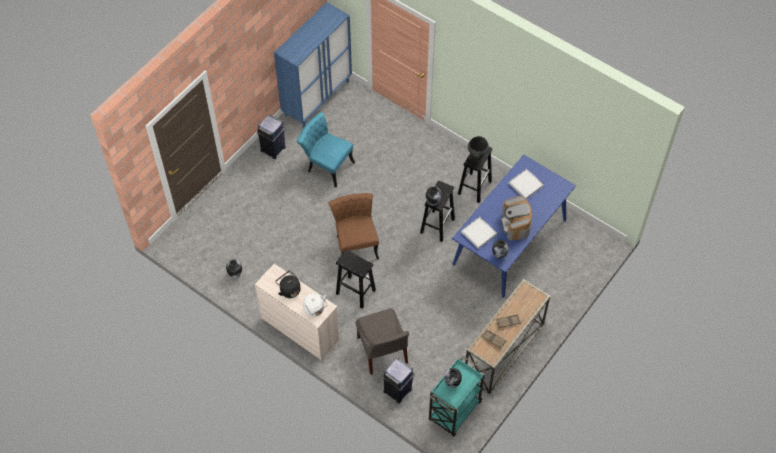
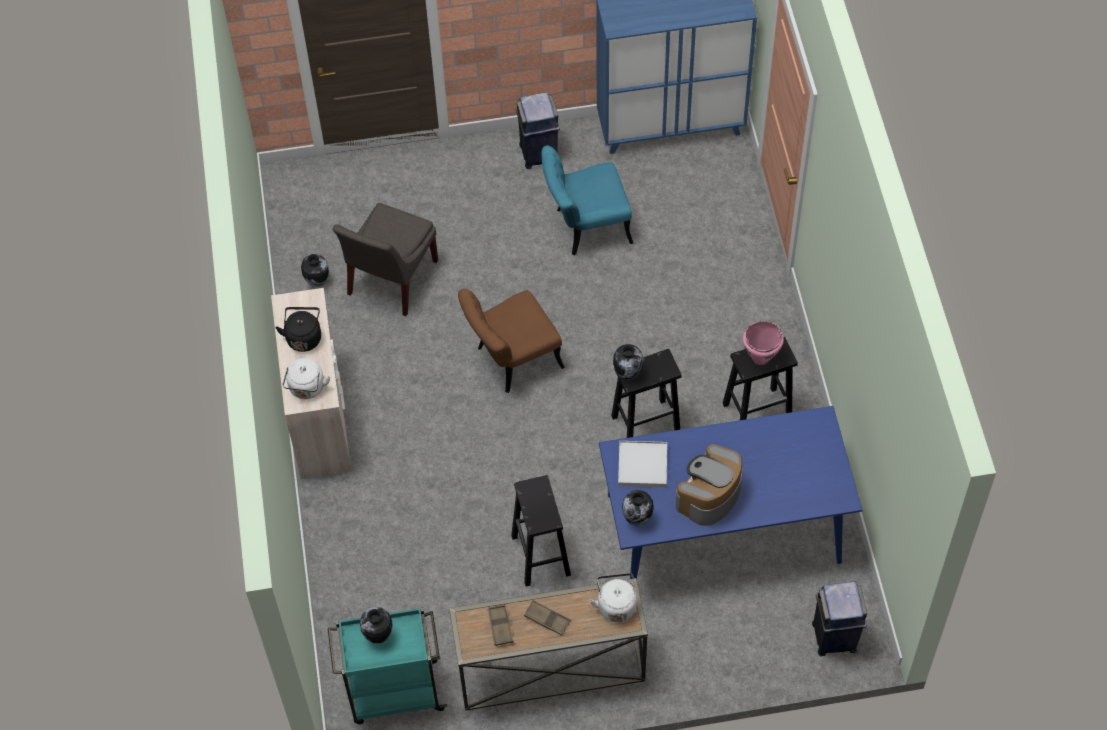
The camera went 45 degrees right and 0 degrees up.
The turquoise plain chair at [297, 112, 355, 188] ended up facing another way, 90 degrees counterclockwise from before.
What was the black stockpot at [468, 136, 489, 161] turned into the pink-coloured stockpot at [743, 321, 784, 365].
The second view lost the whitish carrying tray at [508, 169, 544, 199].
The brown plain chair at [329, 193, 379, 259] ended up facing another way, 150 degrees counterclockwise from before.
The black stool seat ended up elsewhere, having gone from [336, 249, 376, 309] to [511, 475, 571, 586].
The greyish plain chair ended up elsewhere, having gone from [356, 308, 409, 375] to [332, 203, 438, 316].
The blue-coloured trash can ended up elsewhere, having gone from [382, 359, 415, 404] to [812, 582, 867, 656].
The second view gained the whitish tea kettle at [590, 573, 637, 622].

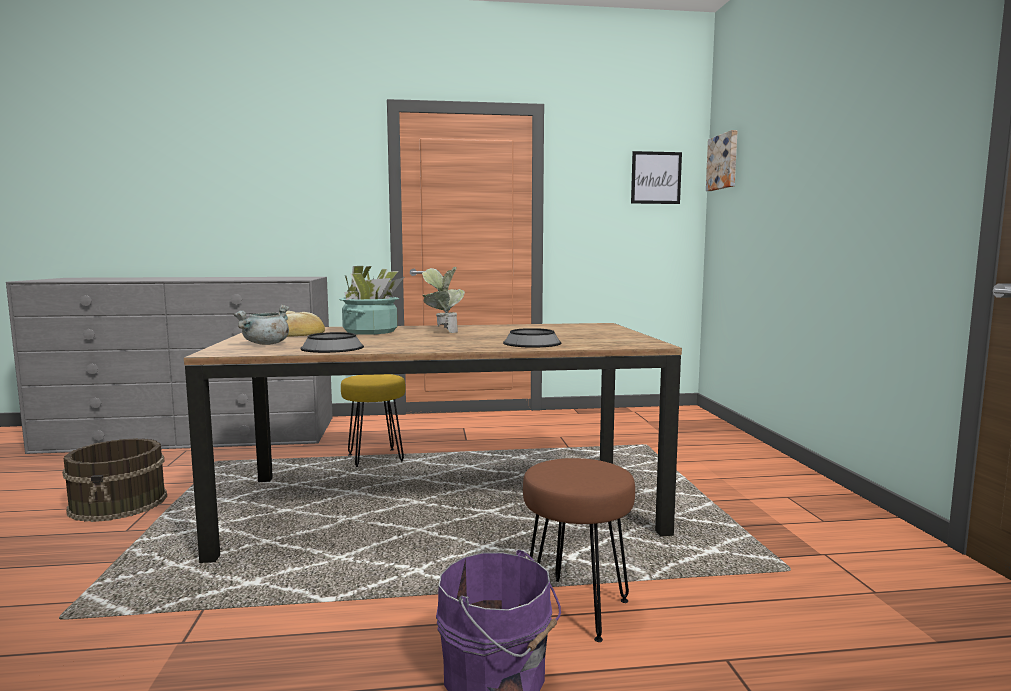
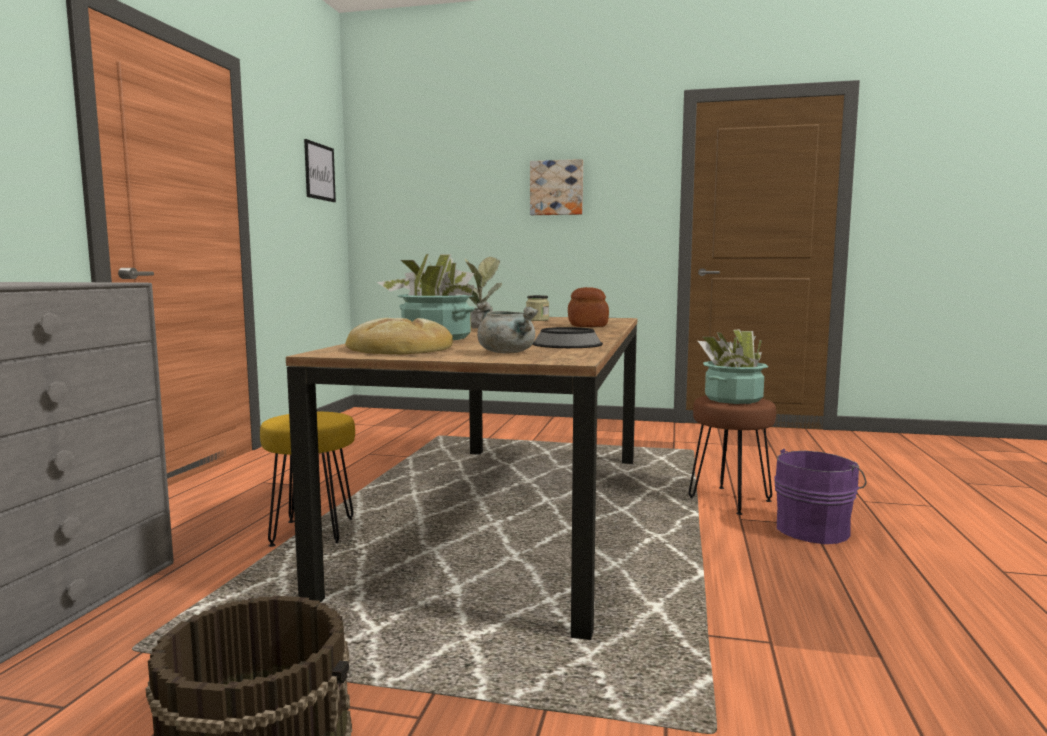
The camera went 70 degrees left and 0 degrees up.
The wall art ended up elsewhere, having gone from [706, 130, 738, 191] to [530, 159, 583, 215].
Where the bowl stood at [503, 328, 561, 348], the baked bread came to stand at [568, 287, 609, 327].
The second view gained the preserve jar at [526, 295, 549, 321].
The second view gained the potted plant at [698, 329, 768, 404].

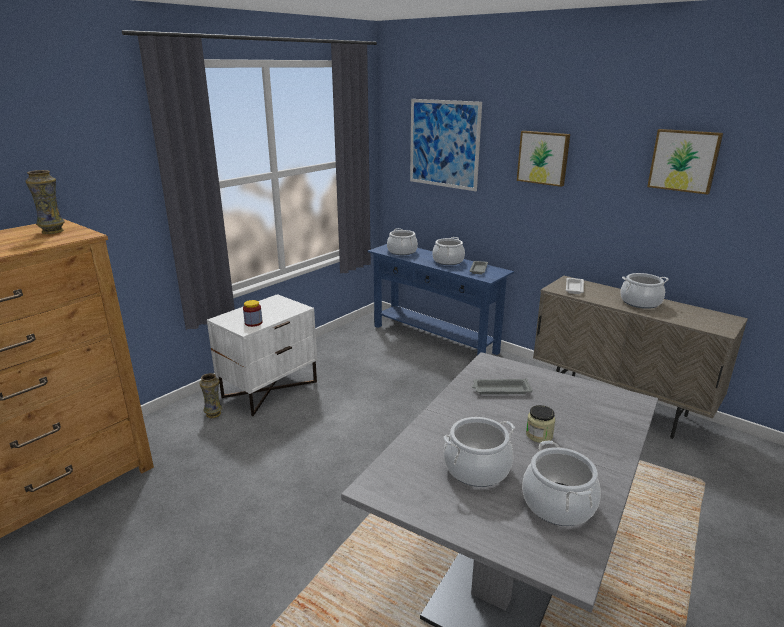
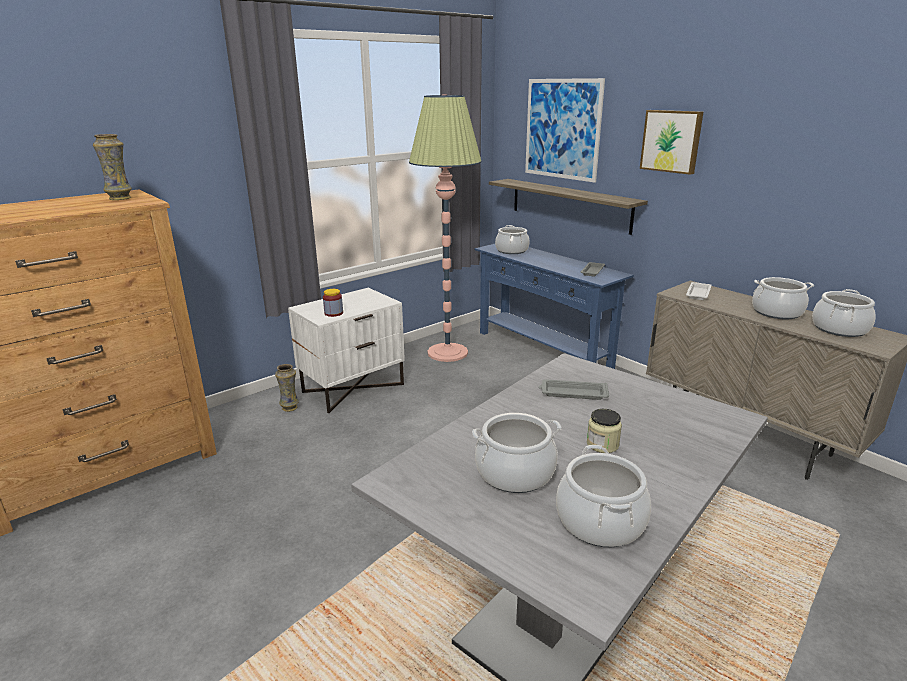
The camera went 10 degrees right and 0 degrees up.
The second view lost the wall art at [647, 129, 723, 195].
The stockpot ended up elsewhere, having gone from [432, 237, 465, 265] to [812, 289, 876, 337].
The second view gained the standard lamp at [409, 94, 482, 362].
The second view gained the wall shelf at [489, 179, 648, 235].

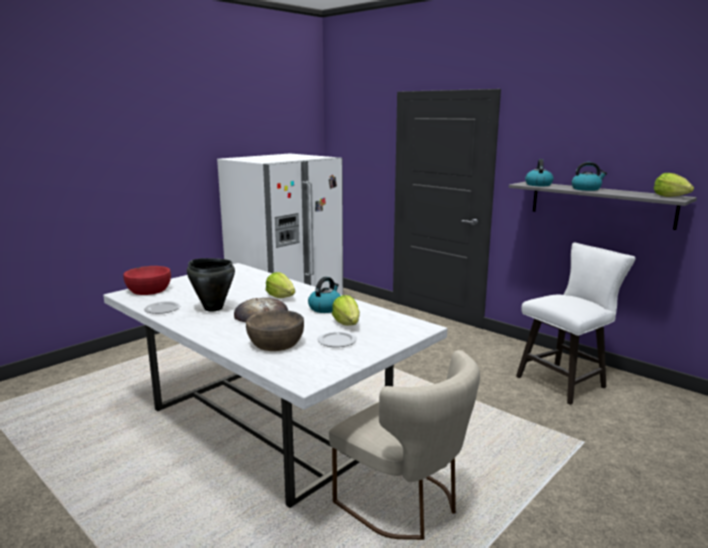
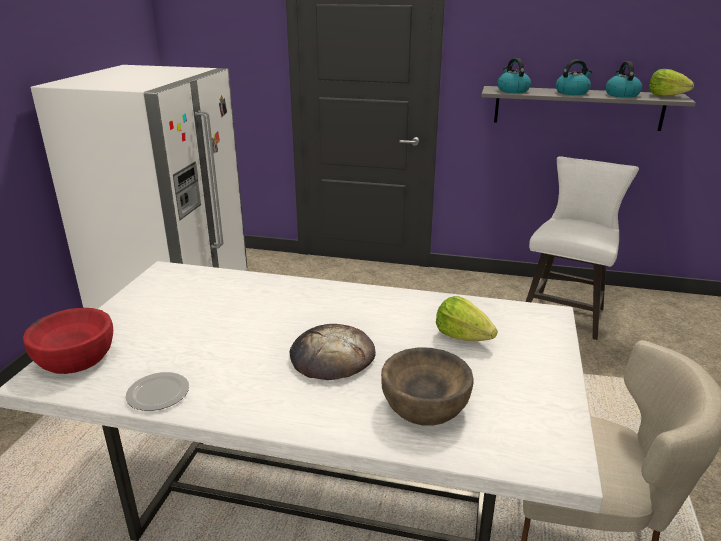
The camera went 30 degrees left and 10 degrees up.
The second view lost the black stockpot at [187, 258, 235, 312].
The second view lost the head of lettuce at [266, 272, 295, 298].
The tea kettle ended up elsewhere, having gone from [308, 277, 341, 313] to [606, 61, 642, 98].
The second view lost the flat dish at [317, 331, 357, 347].

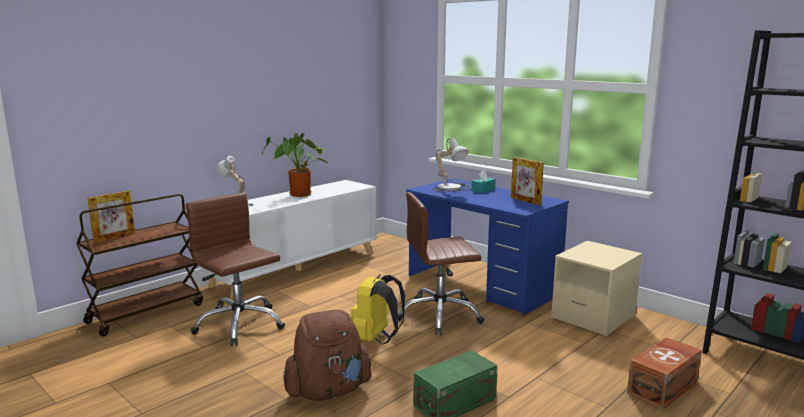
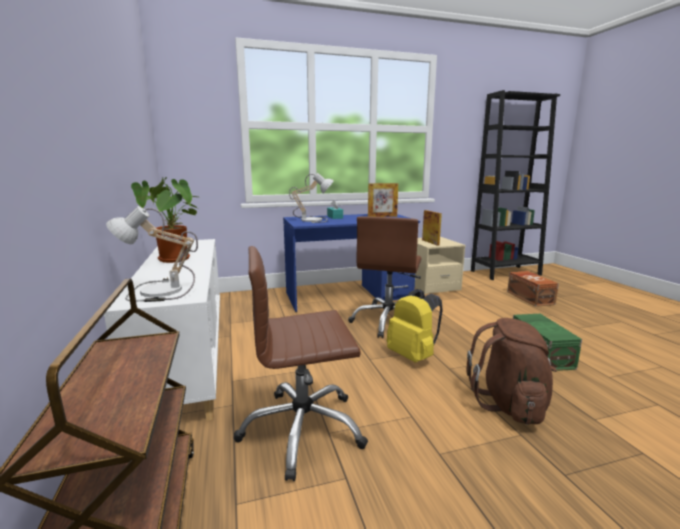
The camera went 60 degrees left and 0 degrees up.
The picture frame ended up elsewhere, having gone from [87, 190, 135, 243] to [422, 210, 442, 246].

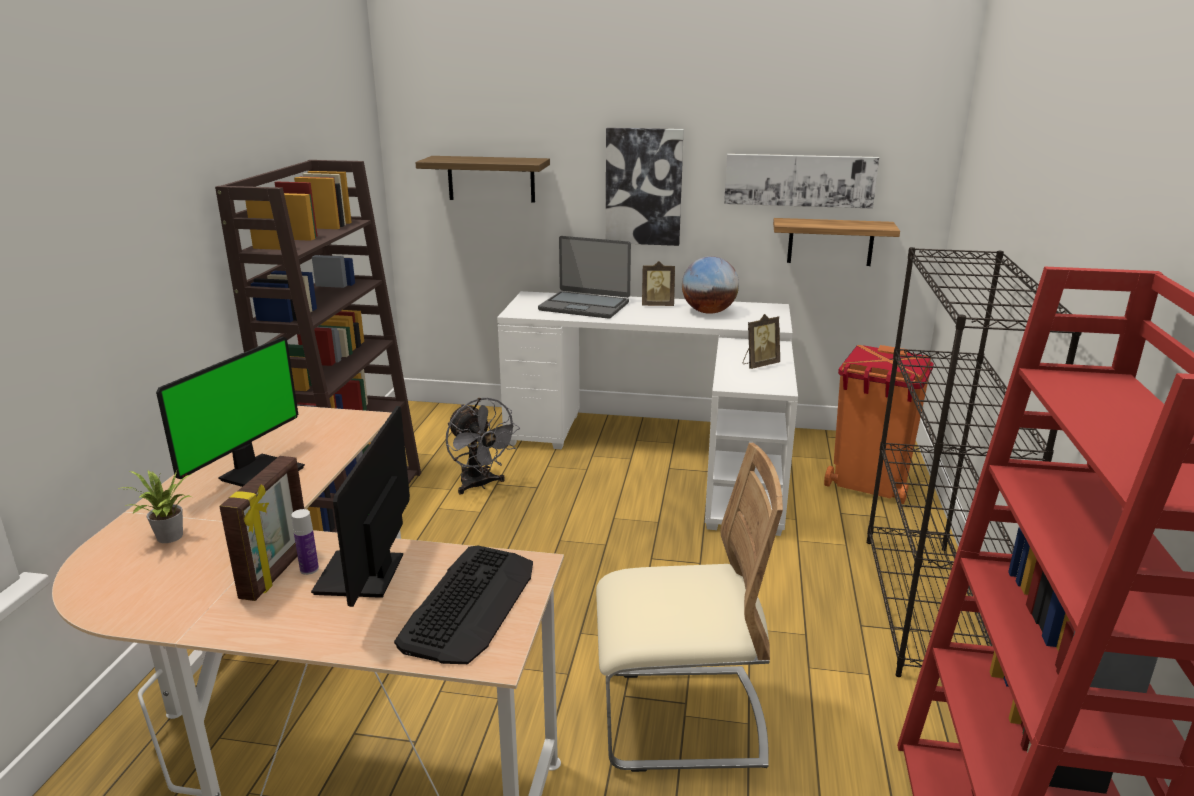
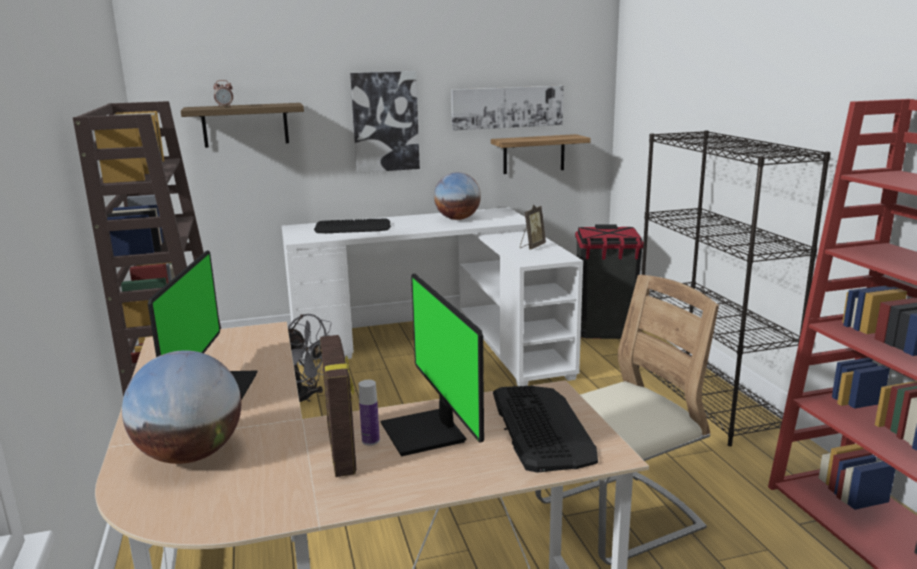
The camera went 25 degrees left and 5 degrees down.
Where the portable computer stood at [538, 236, 631, 319], the PC keyboard came to stand at [314, 219, 391, 233].
The second view lost the picture frame at [642, 261, 675, 306].
What was the orange-coloured trash can at [824, 345, 934, 504] turned into the black trash can at [575, 224, 643, 339].
Where the potted plant stood at [118, 470, 191, 543], the globe came to stand at [122, 350, 241, 464].
The second view gained the alarm clock at [213, 80, 233, 107].

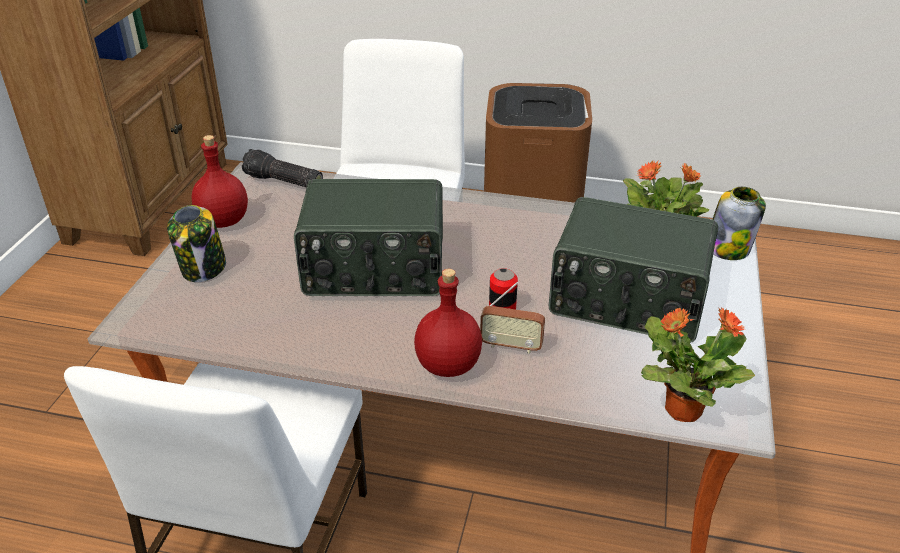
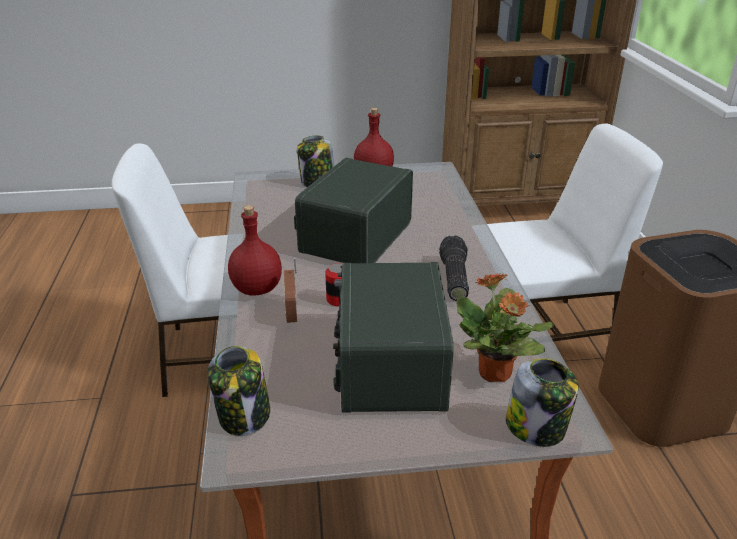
The camera went 70 degrees right and 5 degrees down.
The flashlight ended up elsewhere, having gone from [242, 149, 323, 187] to [439, 235, 469, 301].
The radio at [294, 179, 443, 296] ended up facing another way, 45 degrees clockwise from before.
Where the potted plant stood at [641, 307, 755, 422], the preserve jar came to stand at [208, 346, 270, 436].

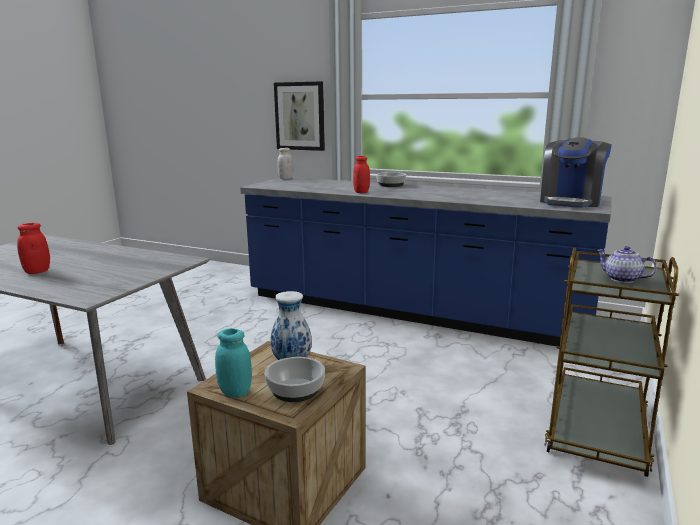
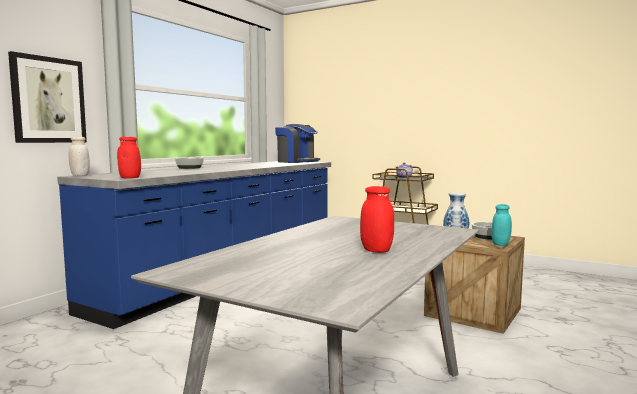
The camera went 85 degrees left and 10 degrees down.
The red-coloured preserve jar ended up elsewhere, having gone from [353, 156, 370, 193] to [117, 137, 141, 178].

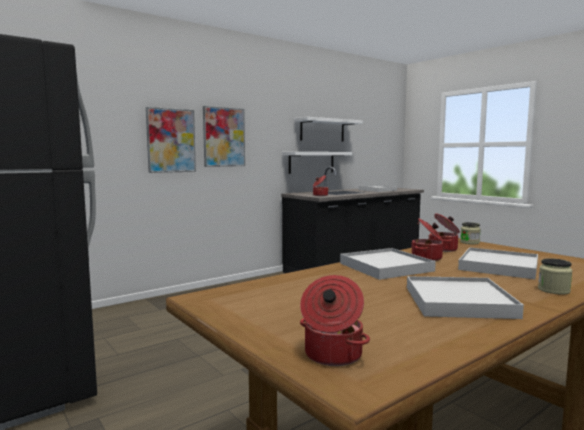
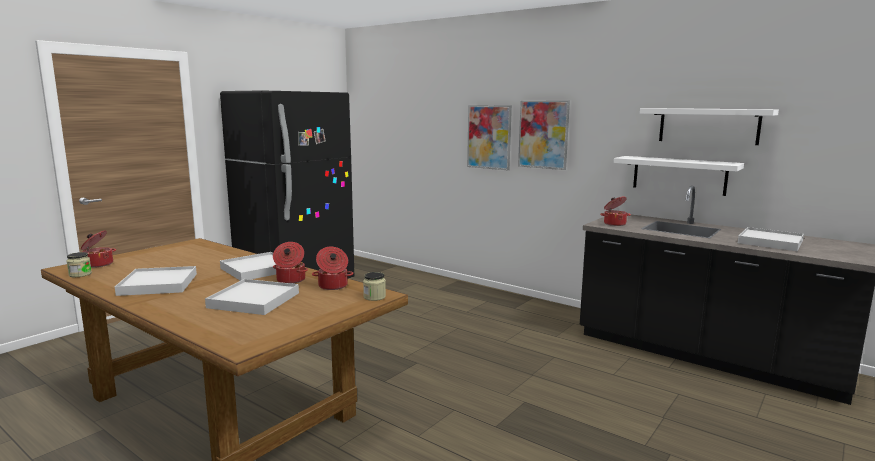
The camera went 75 degrees right and 5 degrees up.
The preserve jar ended up elsewhere, having gone from [538, 258, 572, 294] to [67, 252, 92, 277].

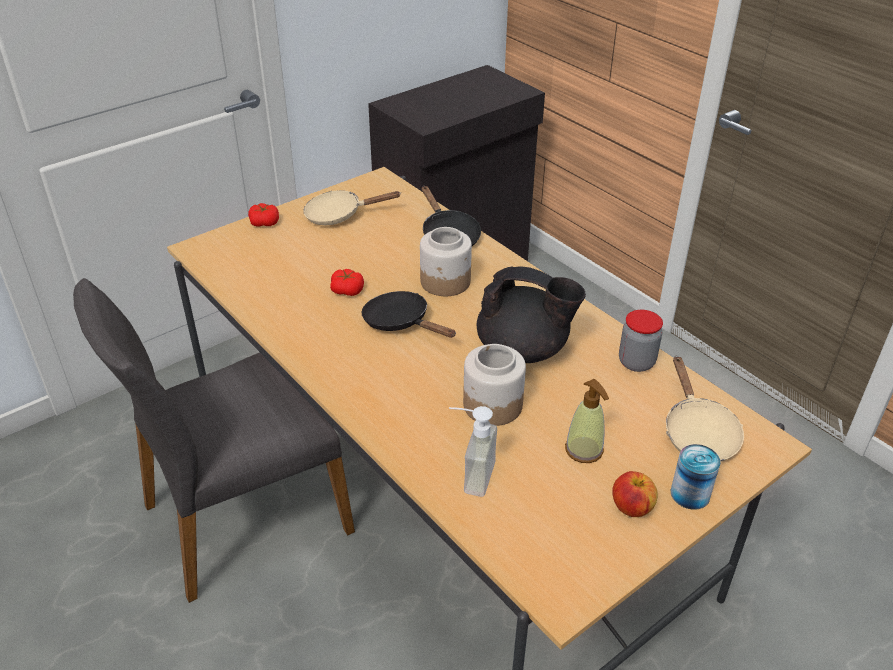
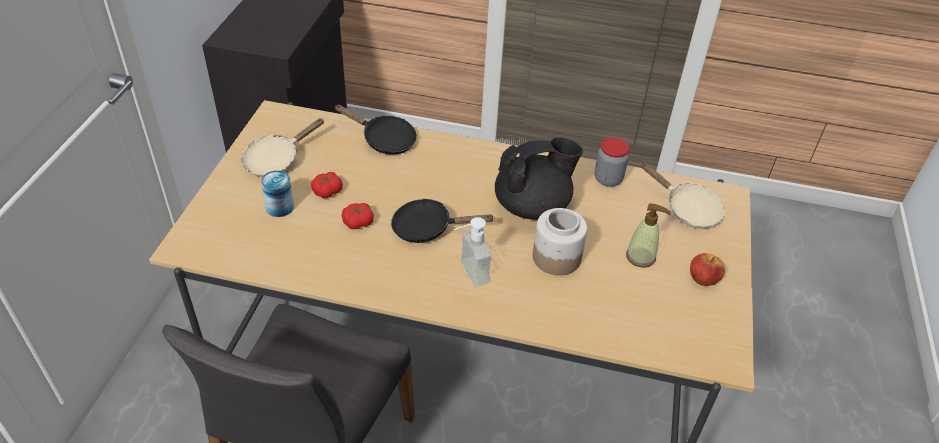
The camera went 40 degrees left and 5 degrees up.
The whole tomato ended up elsewhere, having gone from [248, 203, 279, 227] to [311, 172, 343, 198].
The second view lost the preserve jar at [420, 227, 472, 296].
The soap dispenser ended up elsewhere, having gone from [449, 406, 497, 497] to [453, 217, 492, 286].
The sealed can ended up elsewhere, having gone from [671, 444, 721, 510] to [261, 171, 294, 217].

